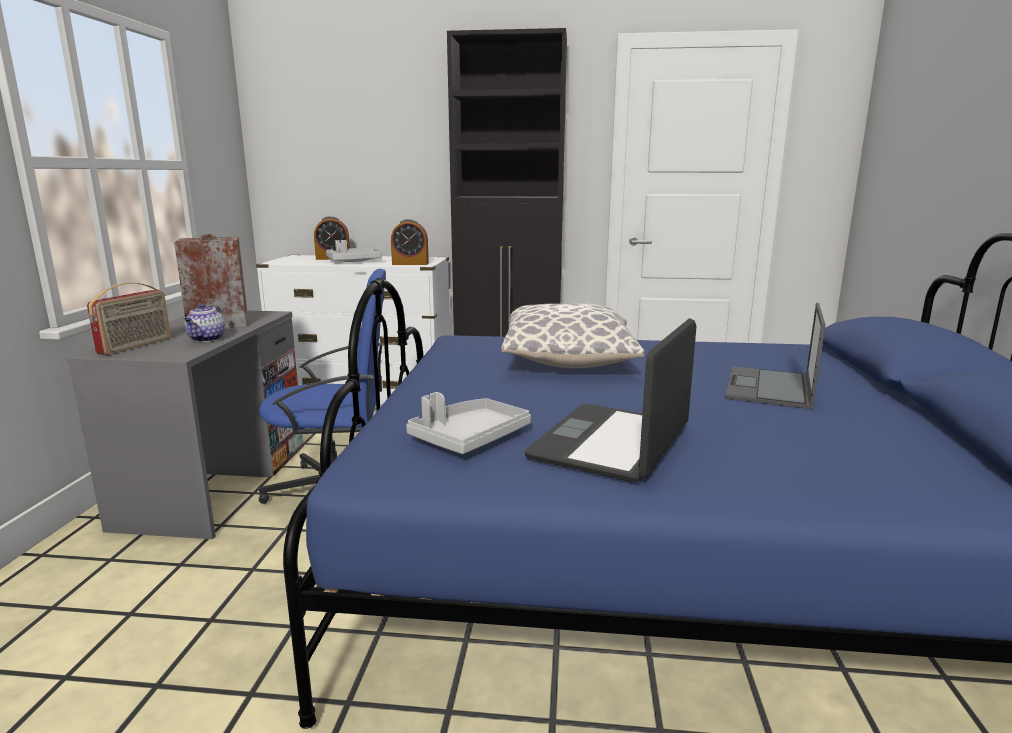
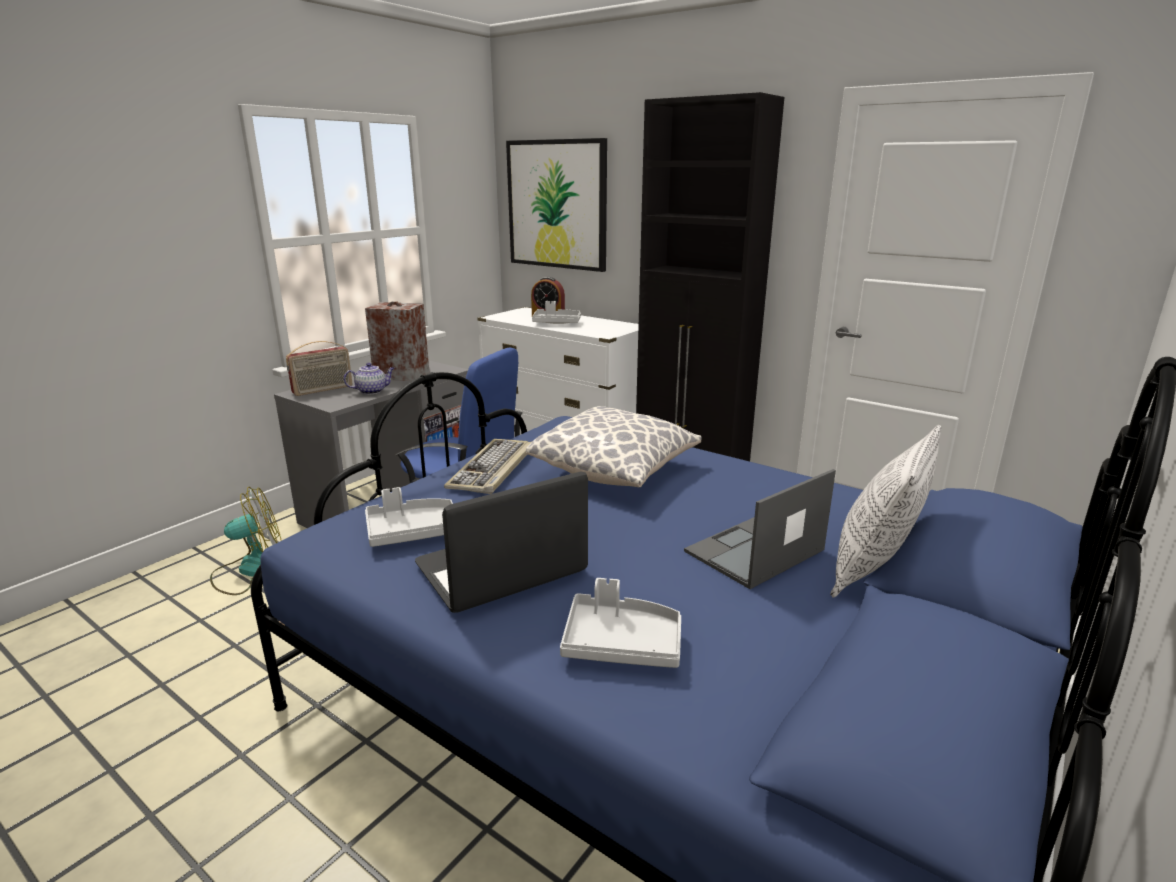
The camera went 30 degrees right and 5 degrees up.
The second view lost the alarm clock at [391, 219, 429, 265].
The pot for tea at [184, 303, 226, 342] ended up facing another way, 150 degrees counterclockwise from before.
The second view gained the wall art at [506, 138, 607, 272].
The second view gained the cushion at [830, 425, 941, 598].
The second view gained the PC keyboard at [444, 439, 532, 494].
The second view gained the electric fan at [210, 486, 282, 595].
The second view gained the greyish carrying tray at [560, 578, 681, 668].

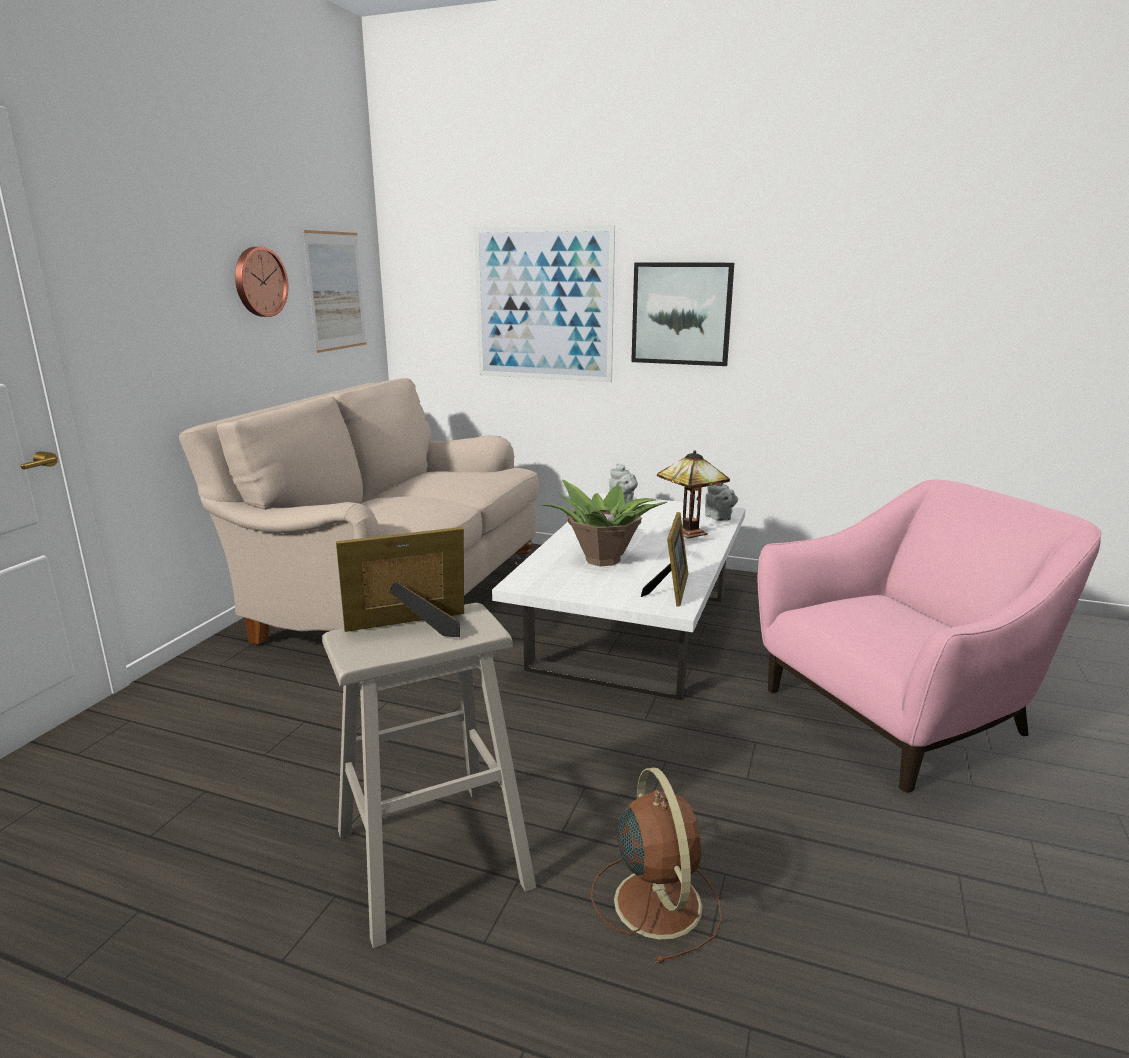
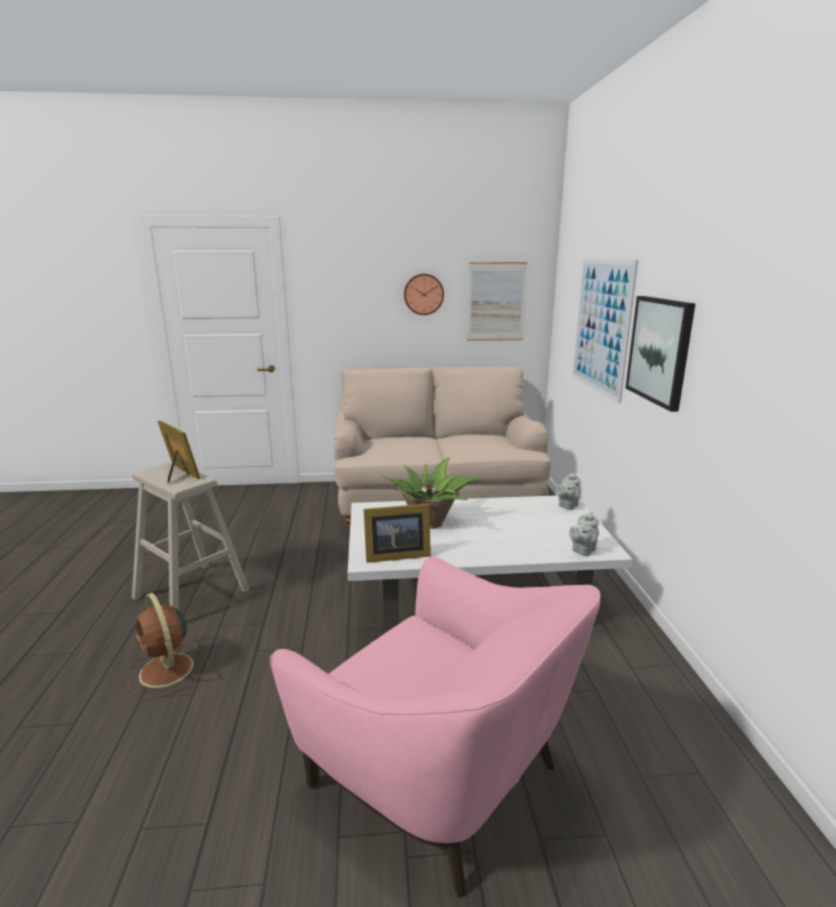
The camera went 65 degrees right and 0 degrees up.
The second view lost the lamp for a table at [657, 450, 730, 538].
The brown electric fan at [591, 768, 722, 964] ended up facing another way, 90 degrees clockwise from before.

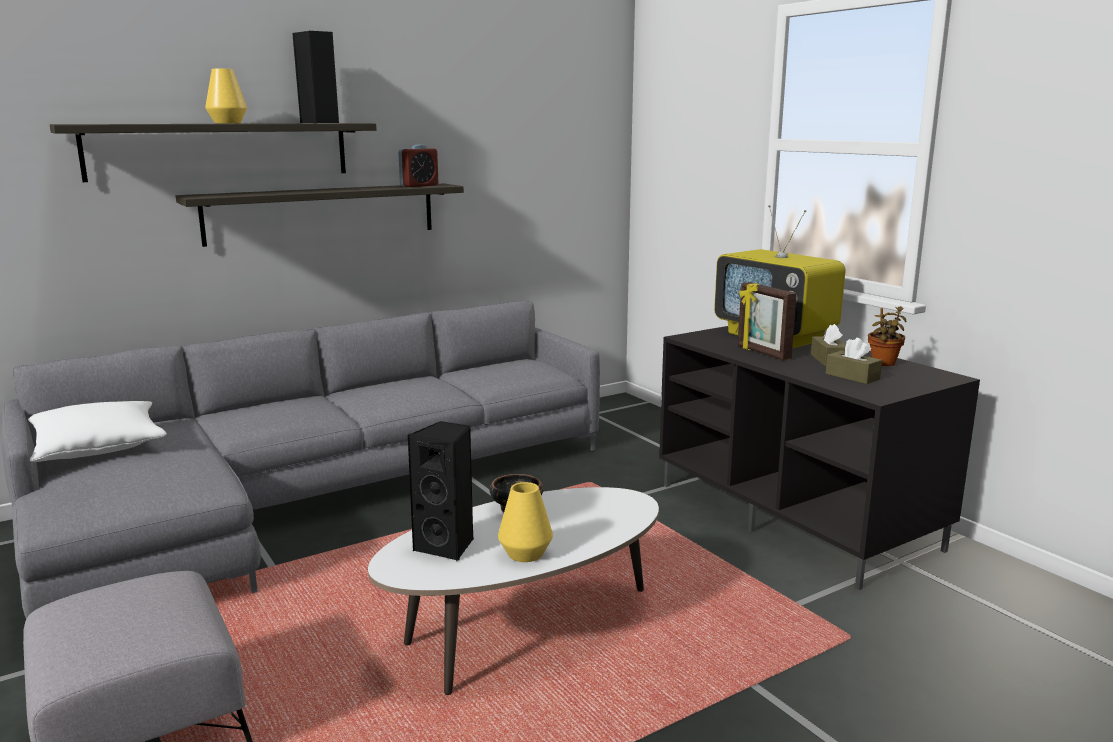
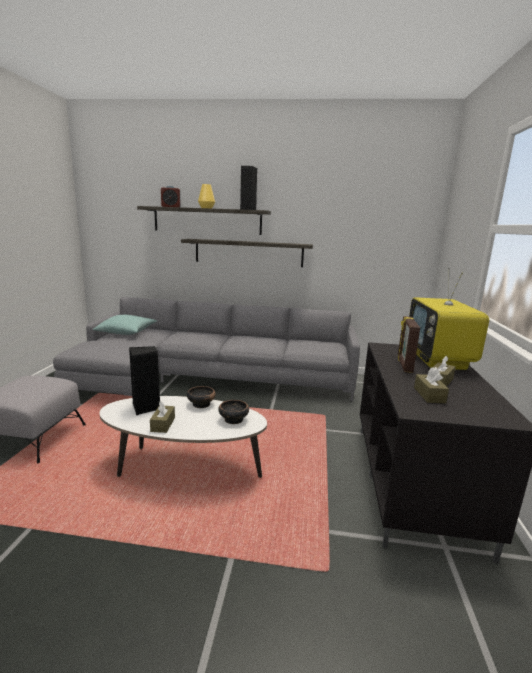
The camera went 40 degrees right and 0 degrees up.
The alarm clock ended up elsewhere, having gone from [398, 145, 438, 187] to [161, 186, 181, 207].
The second view lost the potted plant at [868, 306, 907, 366].
What was the whitish cushion at [28, 401, 167, 462] turned into the turquoise cushion at [93, 315, 157, 335].
Where the yellow flower vase stood at [498, 482, 553, 562], the brown tissue holder came to stand at [150, 401, 175, 433].
The second view gained the bowl at [218, 400, 249, 424].

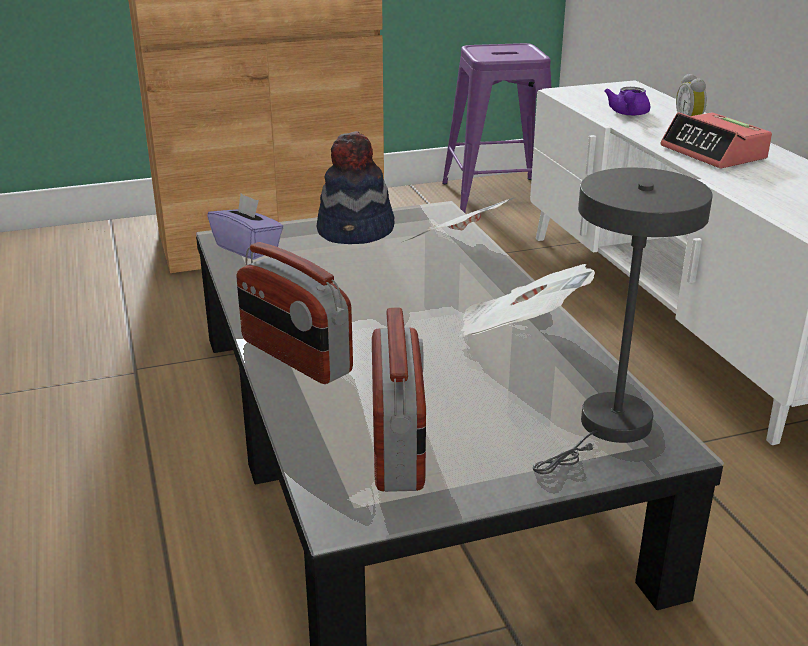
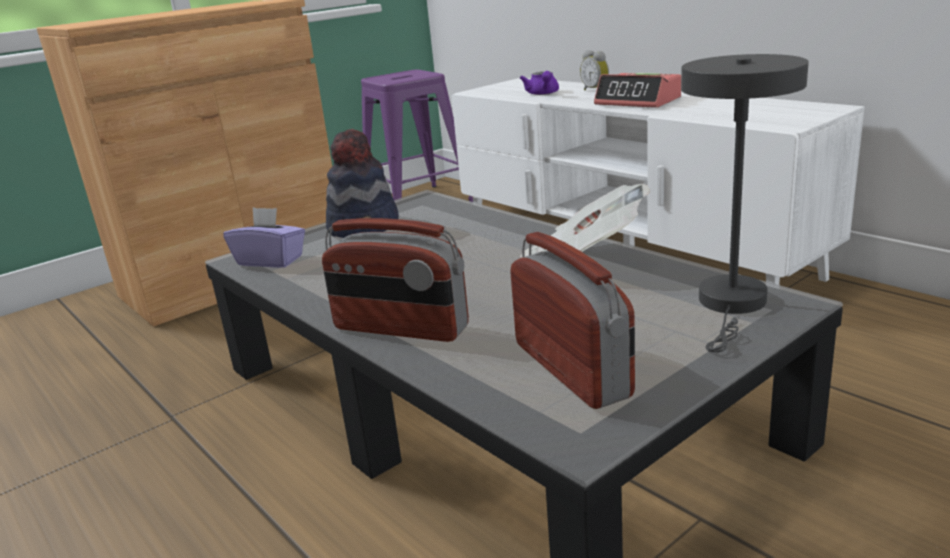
The camera went 20 degrees left and 5 degrees down.
The second view lost the daily paper at [403, 198, 515, 242].

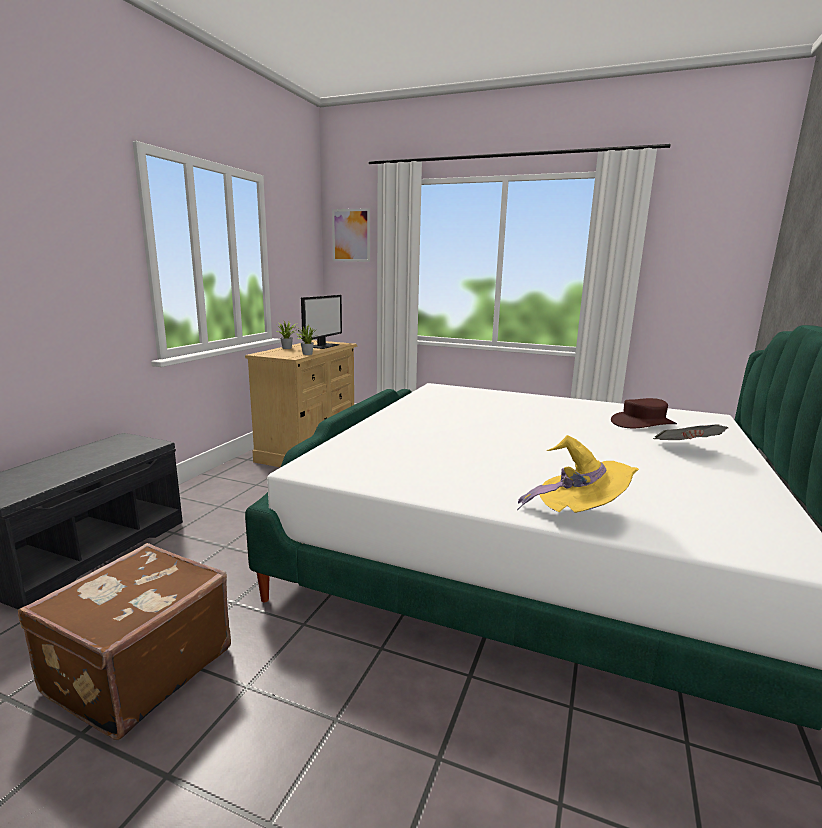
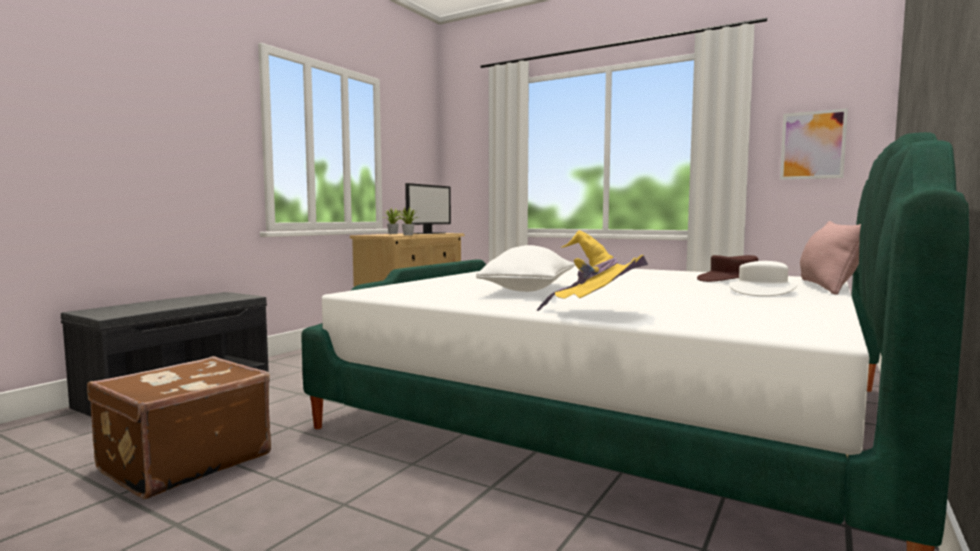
The camera went 10 degrees right and 10 degrees down.
The wall art ended up elsewhere, having gone from [332, 208, 370, 262] to [780, 108, 848, 180].
Where the daily paper stood at [653, 424, 728, 440], the whitish clothing hat came to stand at [729, 261, 797, 296].
The second view gained the pink-coloured cushion at [800, 221, 861, 295].
The second view gained the whitish cushion at [476, 245, 575, 292].

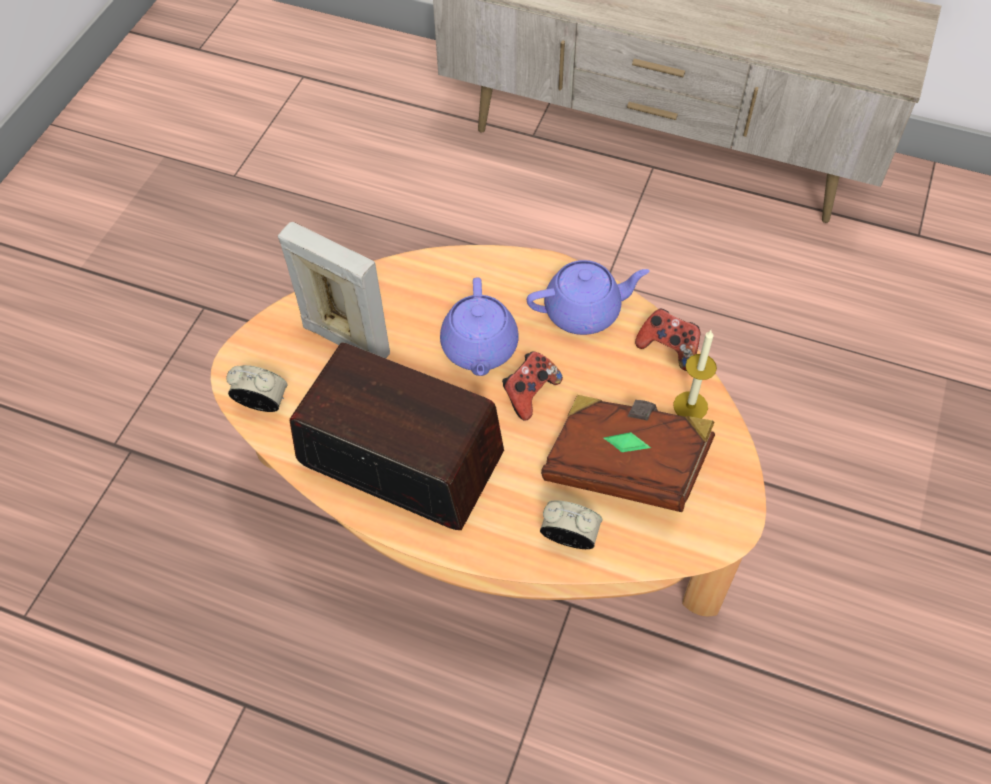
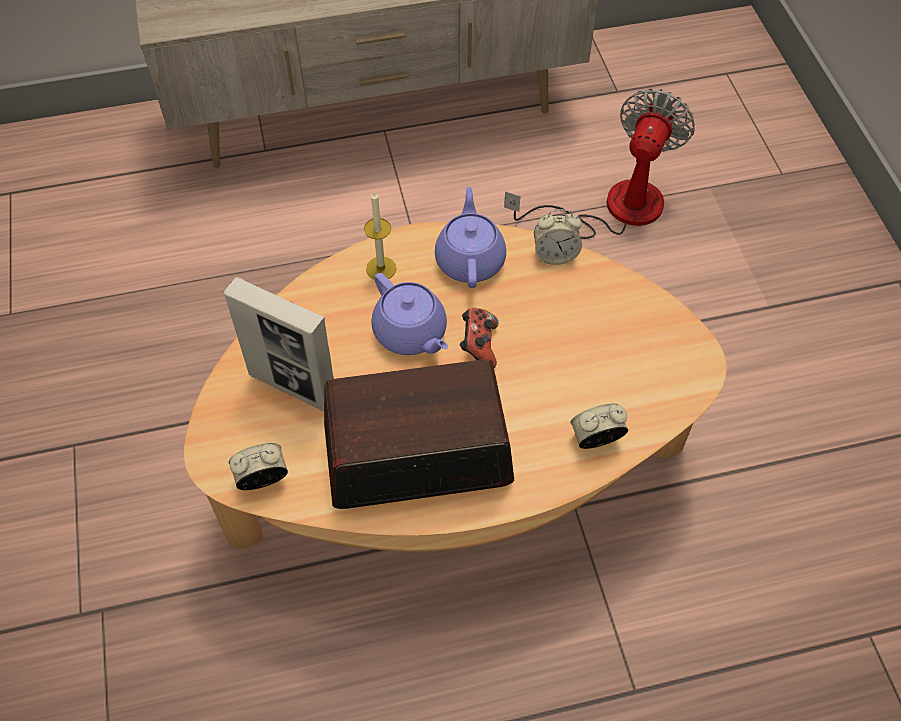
The camera went 35 degrees left and 0 degrees up.
The picture frame at [278, 222, 390, 358] ended up facing another way, 150 degrees counterclockwise from before.
The purplish pot for tea at [527, 260, 650, 335] ended up facing another way, 45 degrees counterclockwise from before.
Where the gamepad stood at [635, 309, 701, 371], the alarm clock came to stand at [534, 209, 582, 265].
The candle ended up elsewhere, having gone from [673, 330, 717, 419] to [364, 192, 397, 280].
The second view lost the brown bound book at [541, 395, 715, 512].
The second view gained the electric fan at [504, 89, 695, 239].

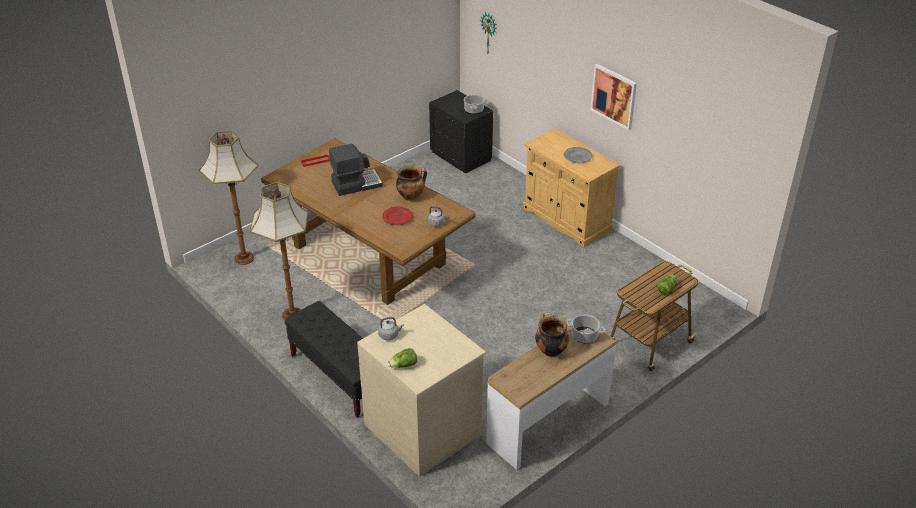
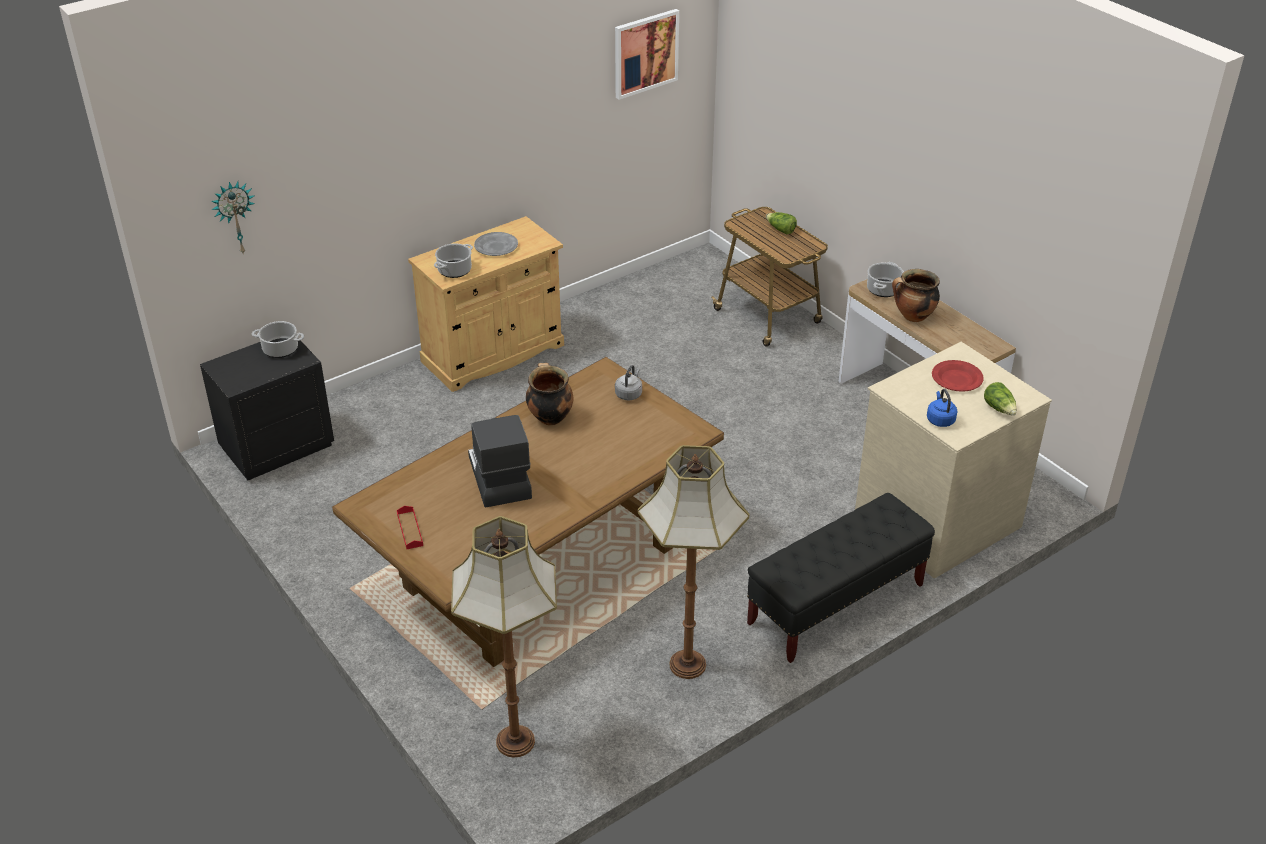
The camera went 85 degrees left and 0 degrees up.
The wall art ended up elsewhere, having gone from [590, 64, 637, 130] to [615, 9, 679, 100].
The red-coloured flat dish ended up elsewhere, having gone from [382, 206, 413, 225] to [932, 360, 984, 392].
What was the greyish tea kettle at [378, 317, 404, 340] turned into the blue-coloured tea kettle at [927, 389, 957, 427].
The second view gained the stockpot at [434, 243, 473, 278].

